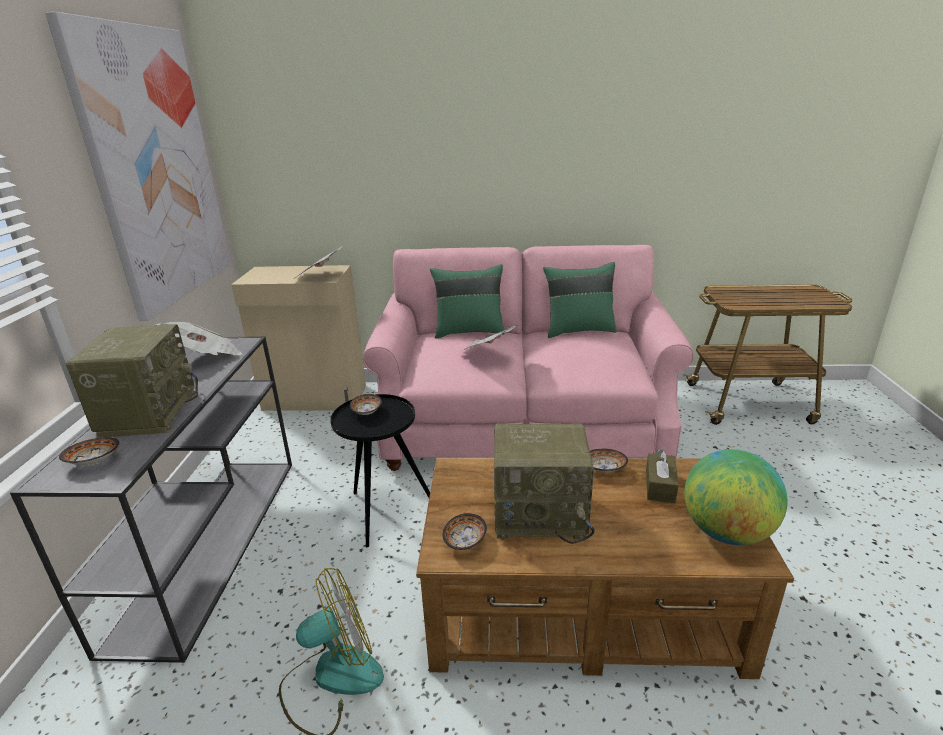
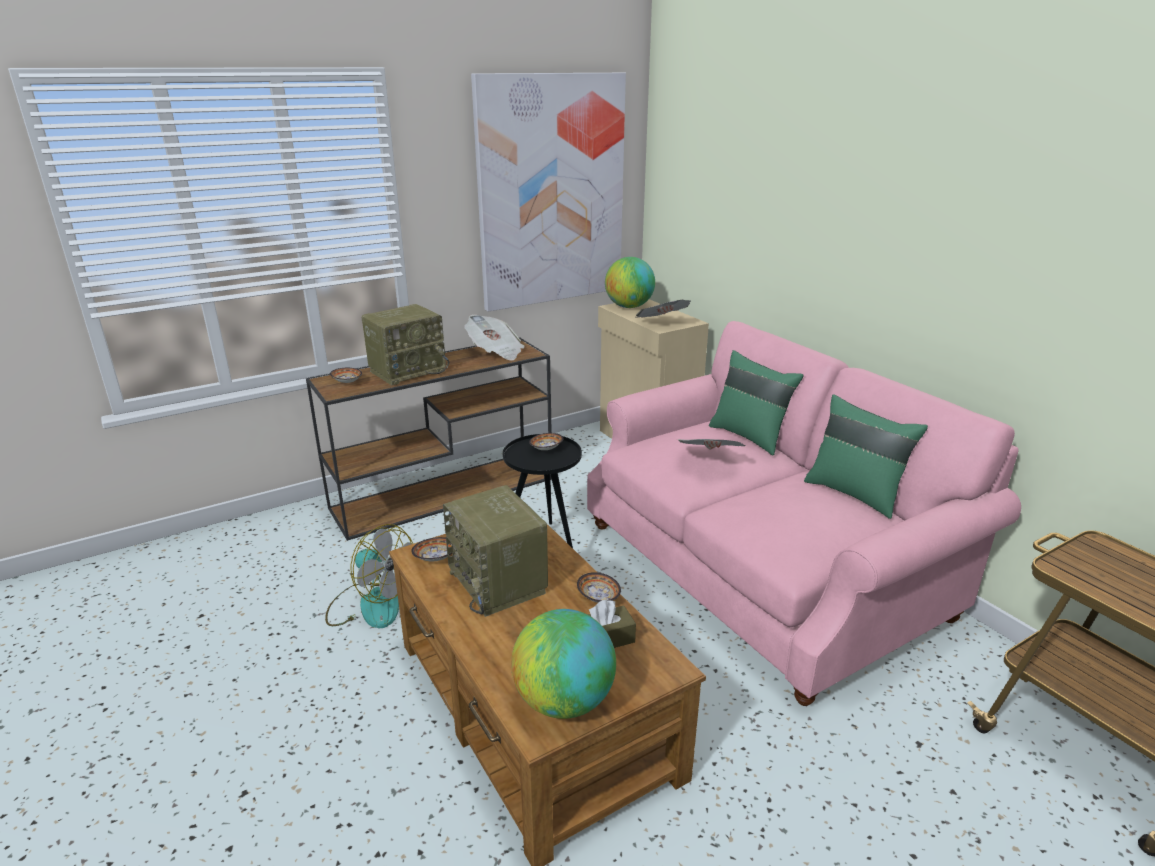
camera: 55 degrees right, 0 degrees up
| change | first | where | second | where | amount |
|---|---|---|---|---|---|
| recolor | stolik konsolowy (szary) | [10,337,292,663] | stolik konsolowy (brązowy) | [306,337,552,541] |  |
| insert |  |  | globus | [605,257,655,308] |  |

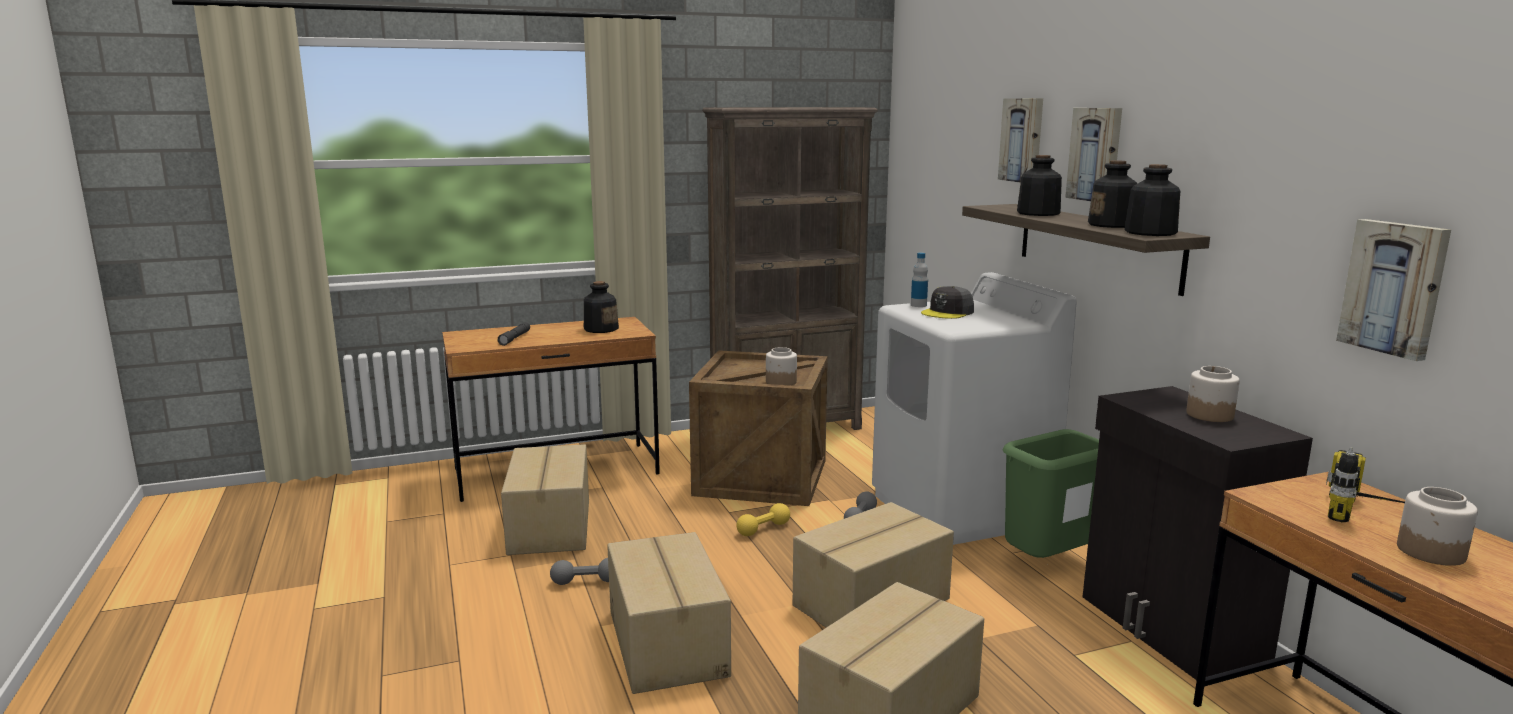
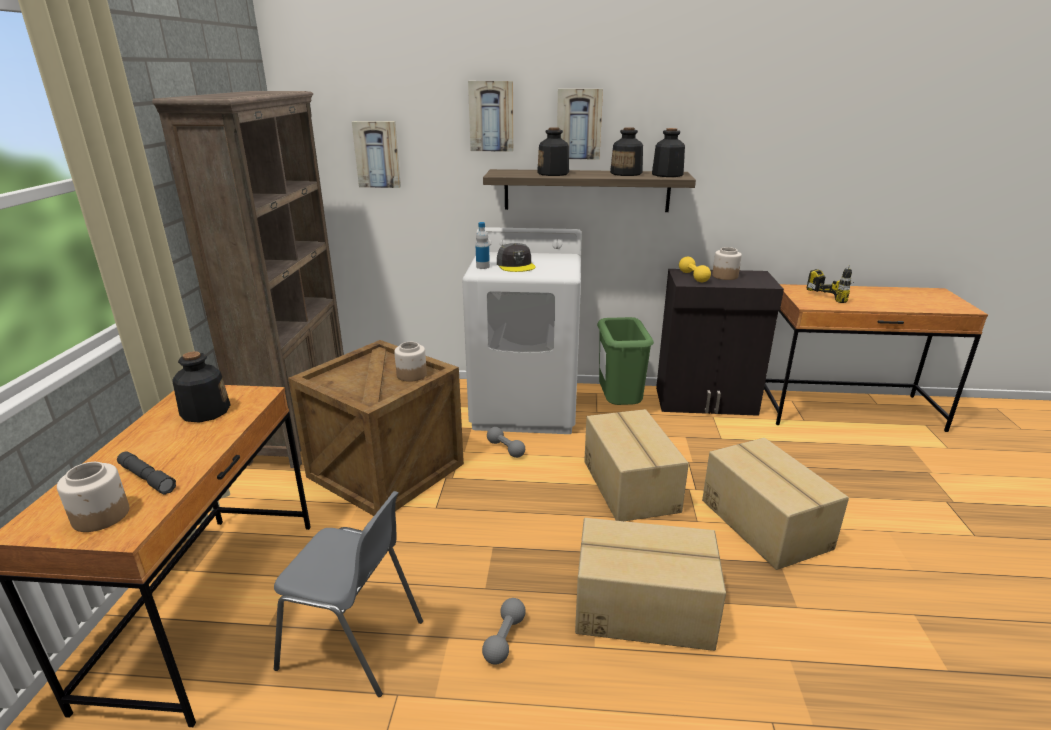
camera: 65 degrees left, 10 degrees up
| change | first | where | second | where | amount |
|---|---|---|---|---|---|
| move | słoik | [1397,487,1478,566] |  | [57,462,129,532] |  |
| replace | karton | [501,444,589,555] | krzesło (szary) | [274,491,423,697] |  |
| move | obraz | [1336,219,1451,361] |  | [352,121,401,188] |  |
| move | hantel (żółty) | [736,503,790,536] |  | [679,257,711,282] |  |

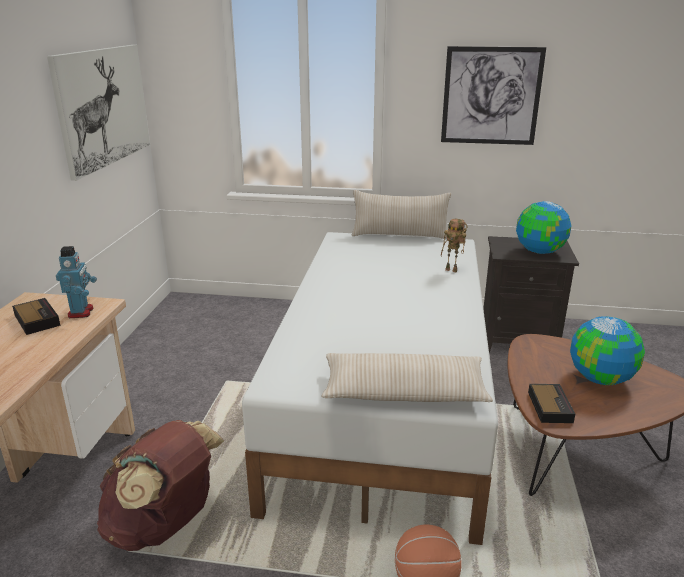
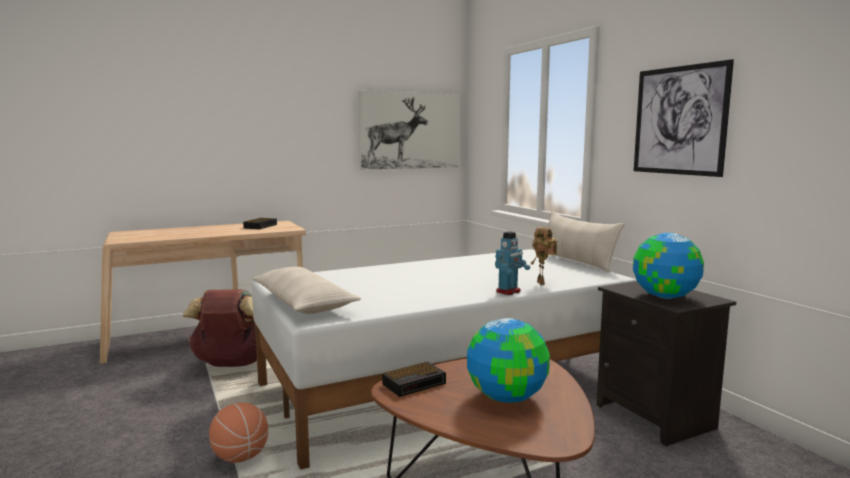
camera: 55 degrees right, 15 degrees down
| change | first | where | second | where | amount |
|---|---|---|---|---|---|
| move | robot zabawkowy | [56,246,97,318] |  | [495,231,530,295] |  |

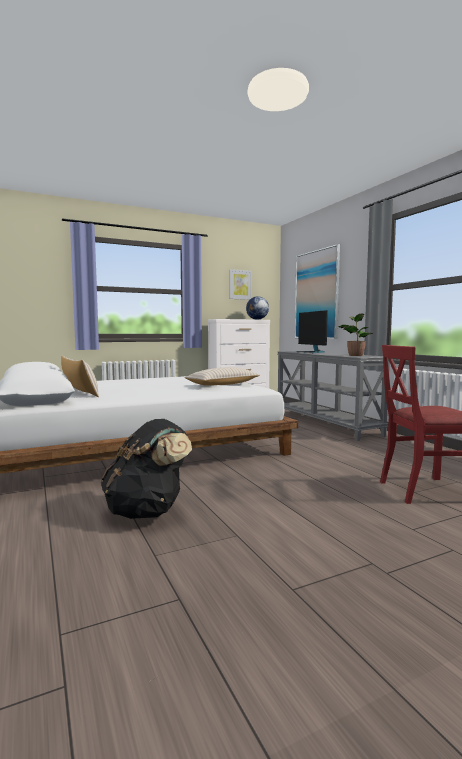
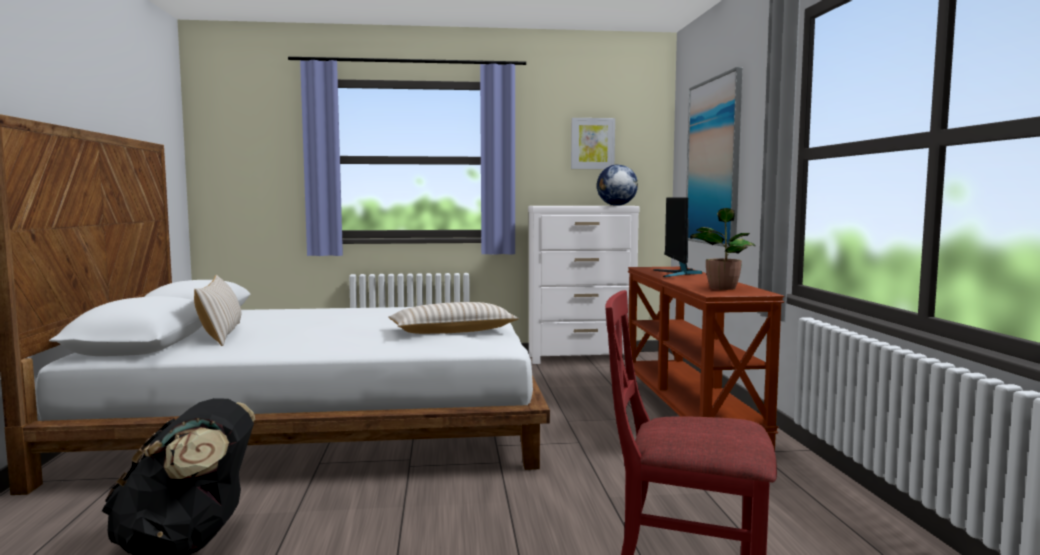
camera: 20 degrees right, 0 degrees up
| change | first | where | second | where | amount |
|---|---|---|---|---|---|
| recolor | stolik konsolowy (szary) | [278,351,390,441] | stolik konsolowy (brązowy) | [628,267,785,450] |  |

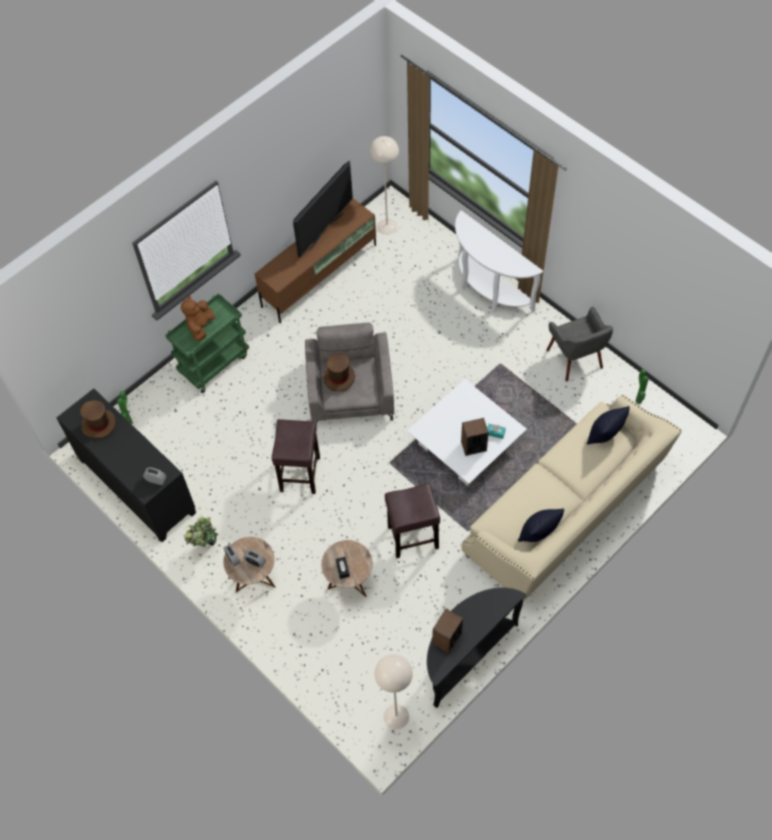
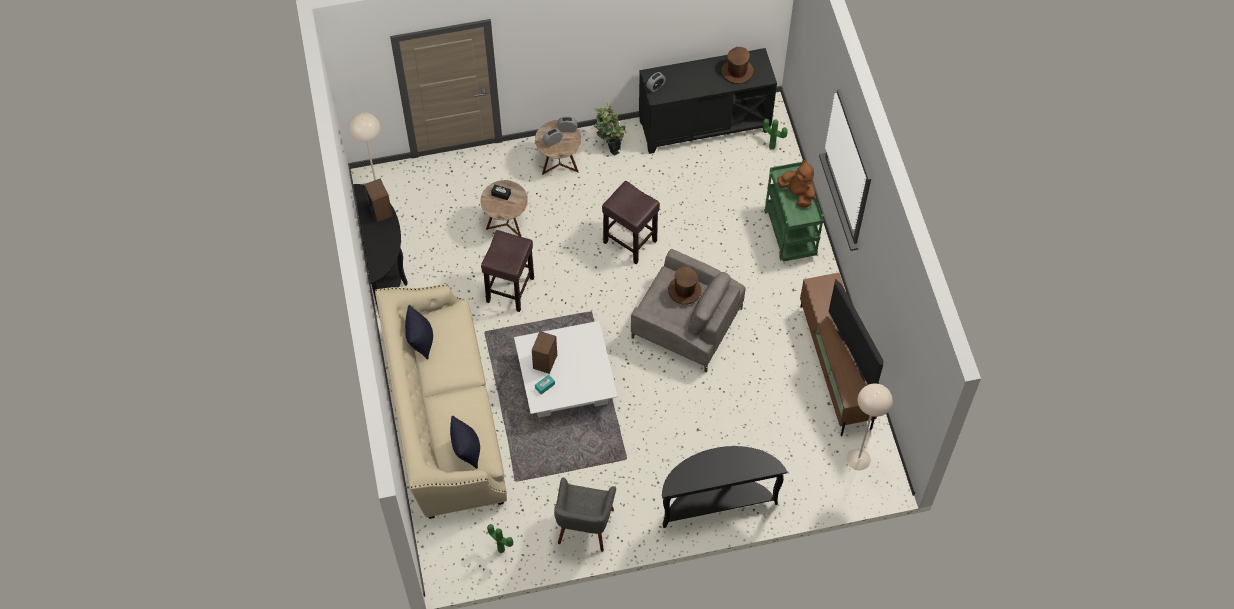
camera: 120 degrees right, 0 degrees up
| change | first | where | second | where | amount |
|---|---|---|---|---|---|
| rotate | fotel (szary) | [546,307,613,382] |  | [554,477,616,552] | 90 degrees counterclockwise |
| recolor | stolik konsolowy (biały) | [455,210,543,313] | stolik konsolowy (czarny) | [662,446,787,528] |  |

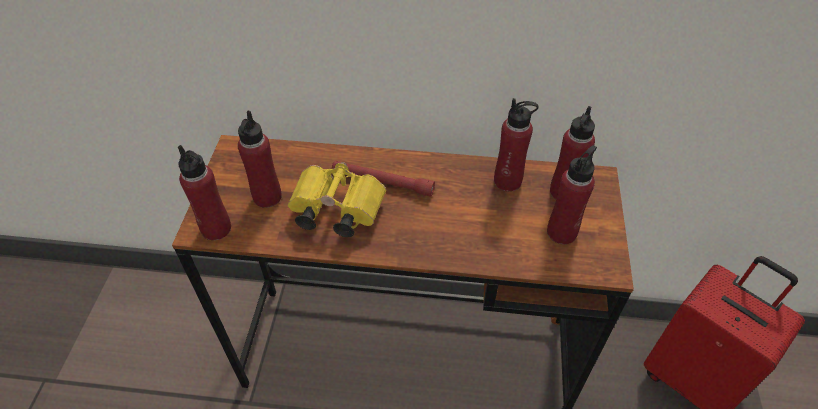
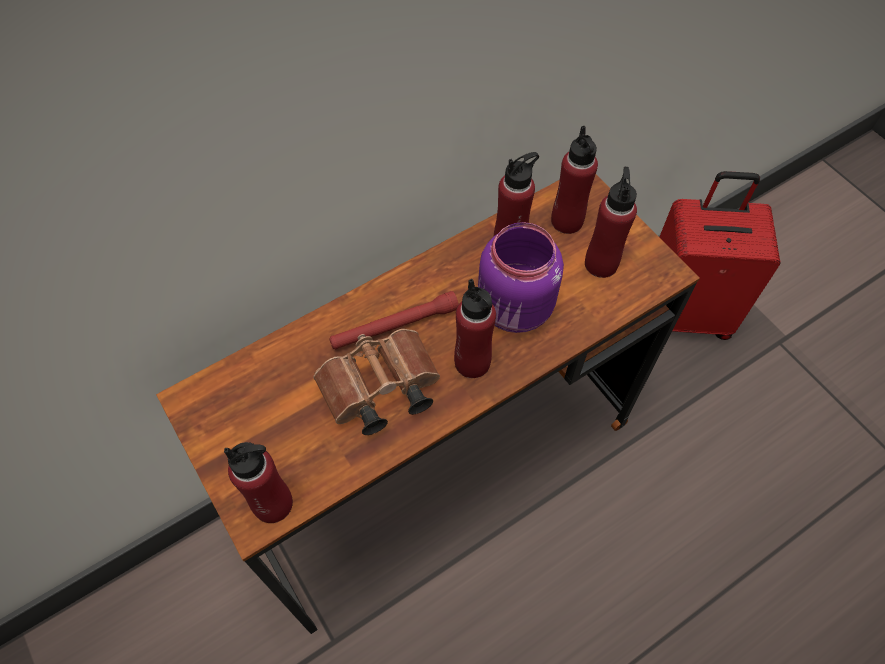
camera: 40 degrees left, 10 degrees up
| change | first | where | second | where | amount |
|---|---|---|---|---|---|
| recolor | lornetka (żółty) | [288,162,386,237] | lornetka (brązowy) | [314,329,440,435] |  |
| move | butelka (czerwony) | [238,111,282,208] |  | [454,279,496,378] |  |
| insert |  |  | słoik (fioletowy) | [478,222,564,333] |  |

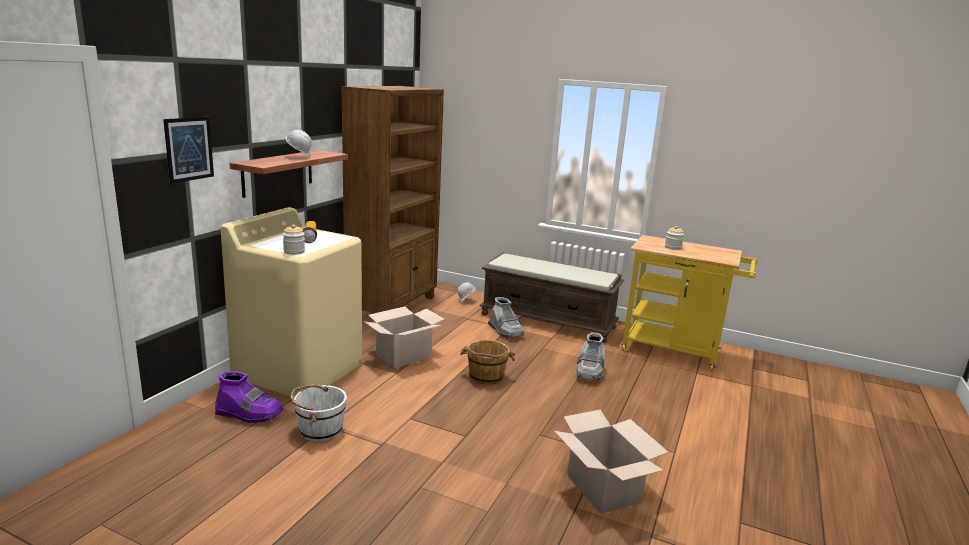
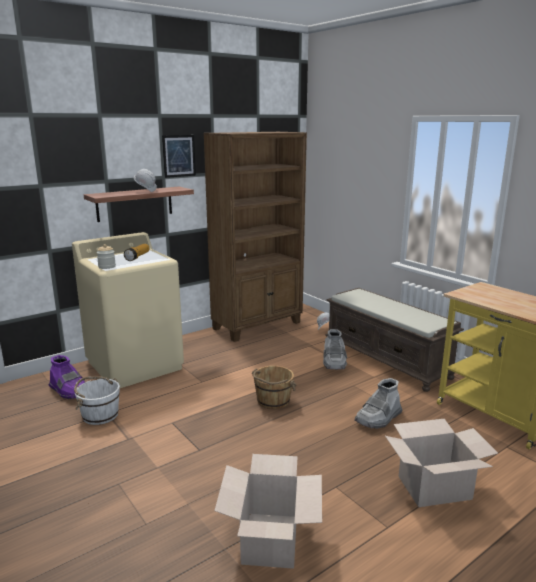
camera: 30 degrees right, 0 degrees up
| change | first | where | second | where | amount |
|---|---|---|---|---|---|
| move | obraz | [163,117,214,183] |  | [162,135,196,178] |  |
| move | karton | [363,306,444,368] |  | [385,419,498,507] |  |
| delete | słoik | [665,226,684,250] |  |  |  |

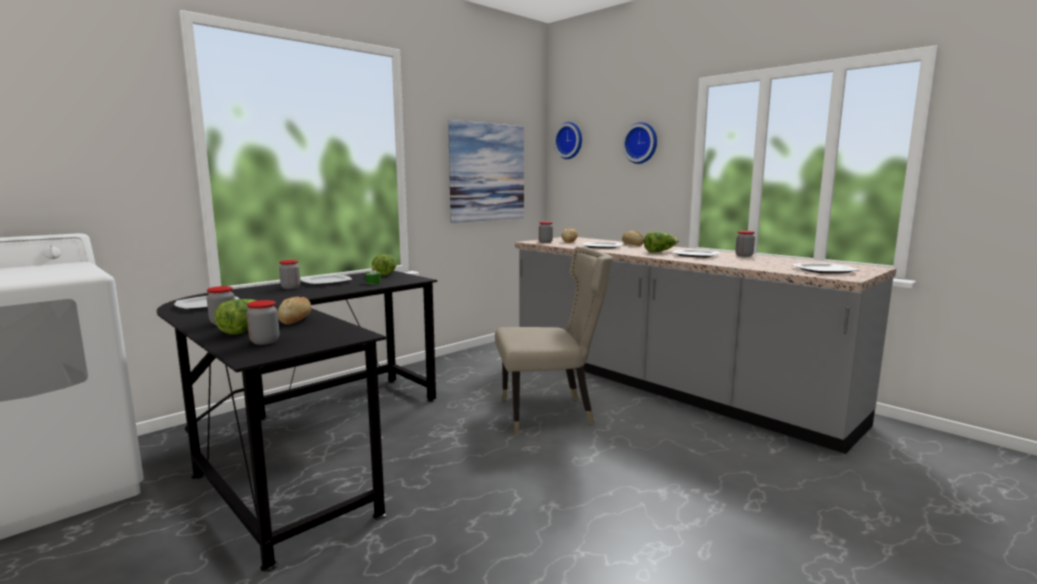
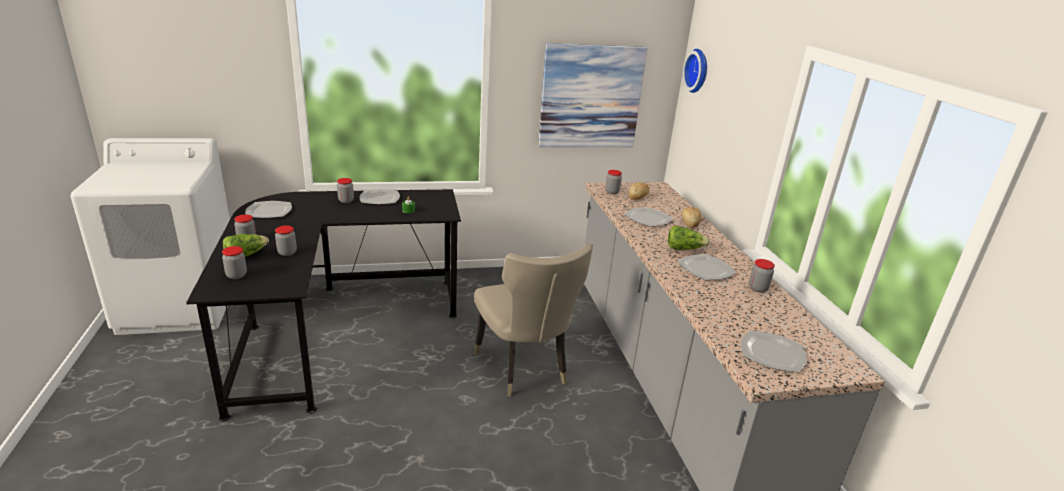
camera: 30 degrees right, 15 degrees up
| change | first | where | second | where | amount |
|---|---|---|---|---|---|
| replace | chleb | [278,297,312,325] | słoik | [275,225,297,256] |  |
| rotate | krzesło (beżowy) | [495,247,613,435] |  | [474,243,593,397] | 45 degrees clockwise |
| delete | sałata | [372,254,397,276] |  |  |  |
| delete | zegar ścienny | [622,122,657,164] |  |  |  |

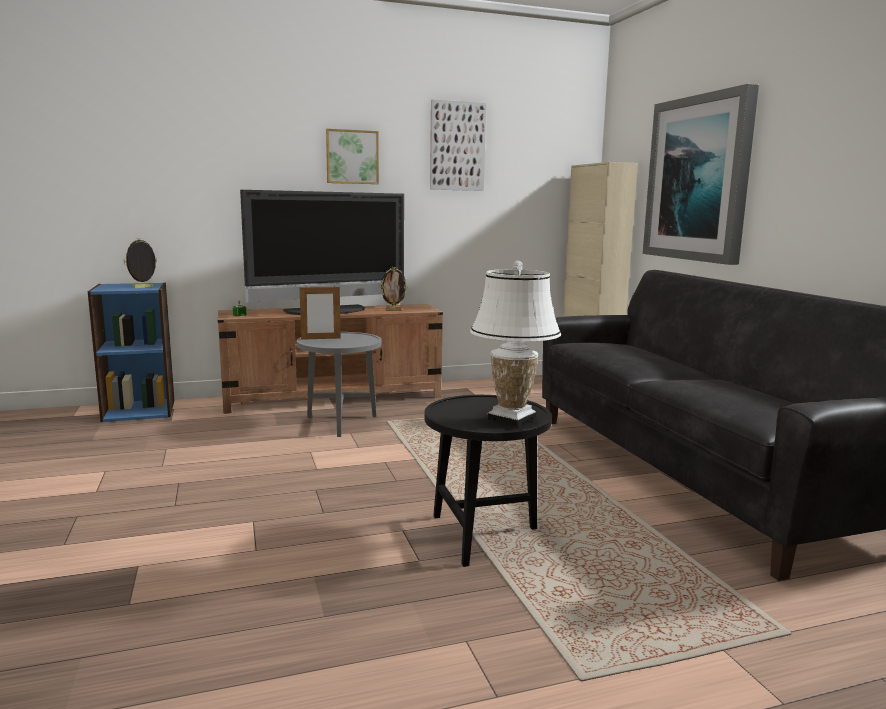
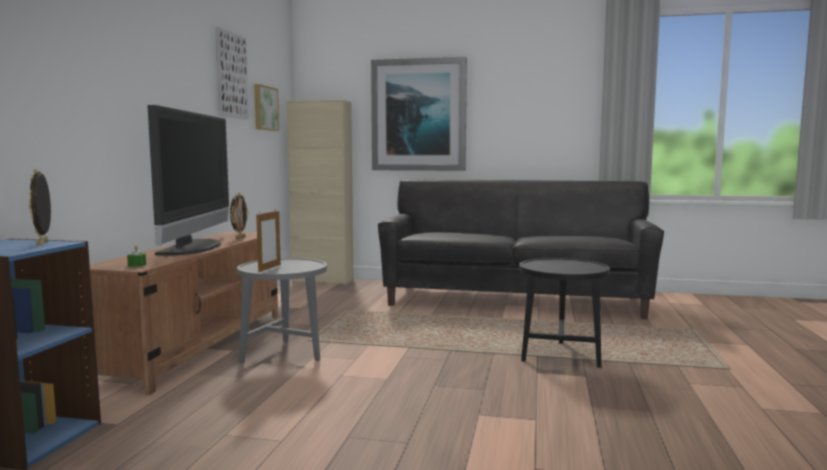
camera: 60 degrees left, 5 degrees down
| change | first | where | second | where | amount |
|---|---|---|---|---|---|
| move | obraz | [326,129,379,184] |  | [254,84,279,131] |  |
| delete | lampa stołowa (biały) | [470,261,561,427] |  |  |  |

